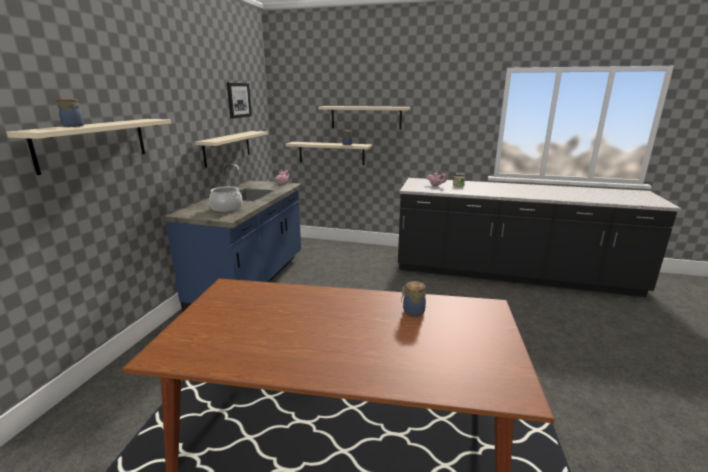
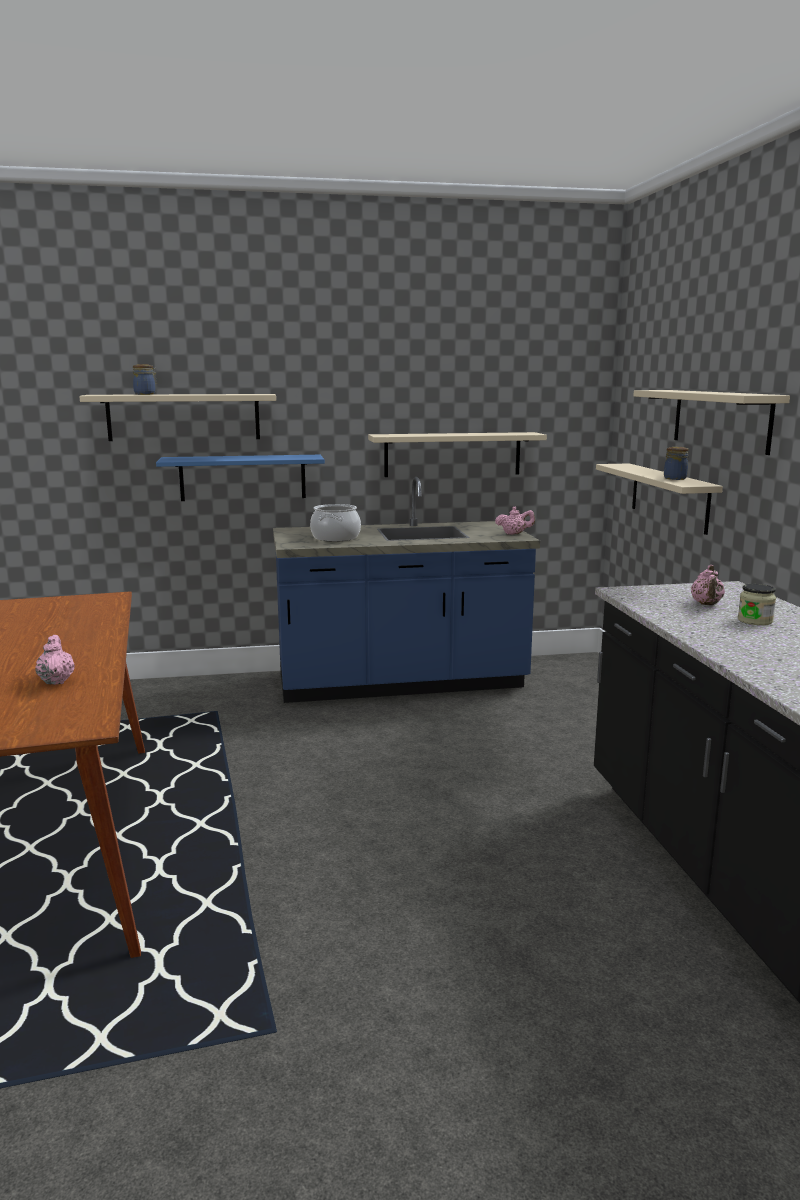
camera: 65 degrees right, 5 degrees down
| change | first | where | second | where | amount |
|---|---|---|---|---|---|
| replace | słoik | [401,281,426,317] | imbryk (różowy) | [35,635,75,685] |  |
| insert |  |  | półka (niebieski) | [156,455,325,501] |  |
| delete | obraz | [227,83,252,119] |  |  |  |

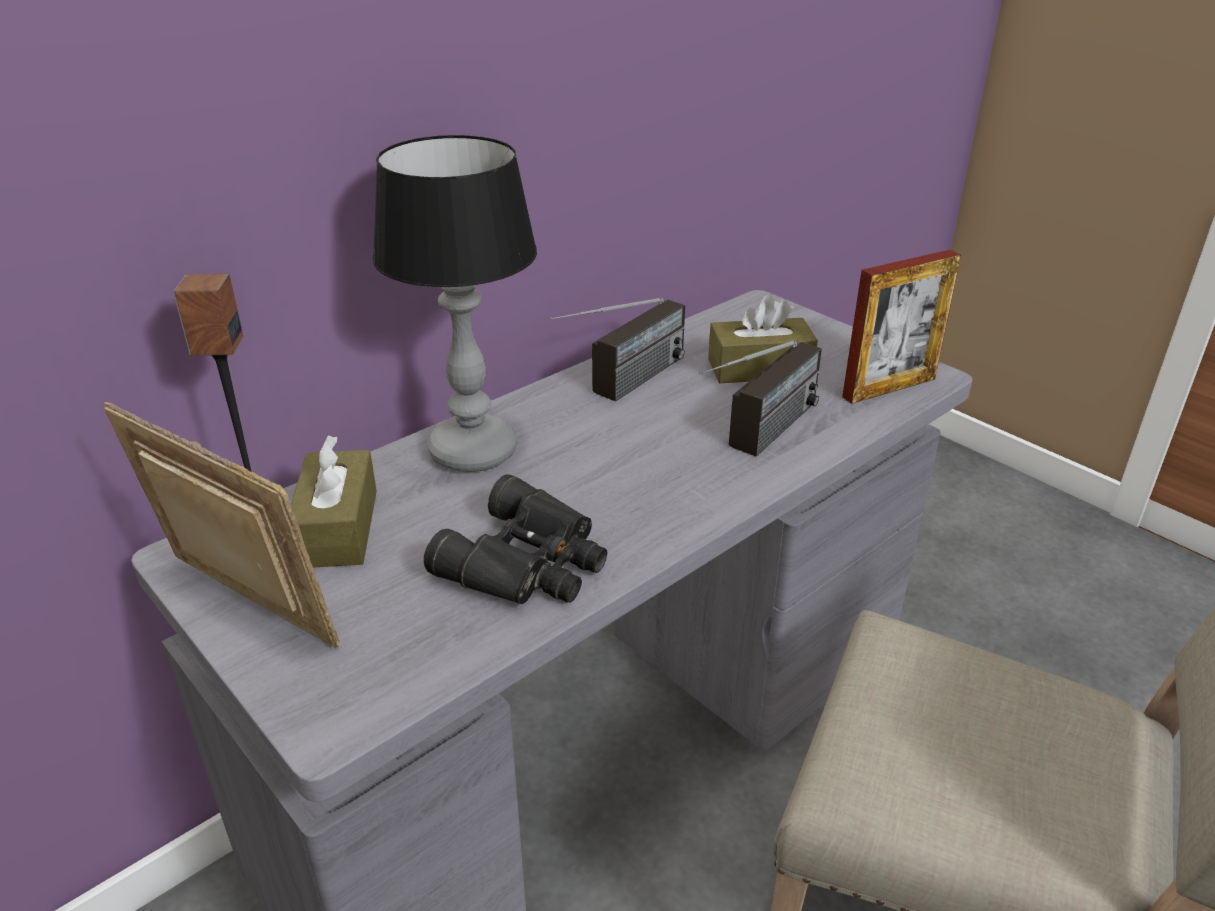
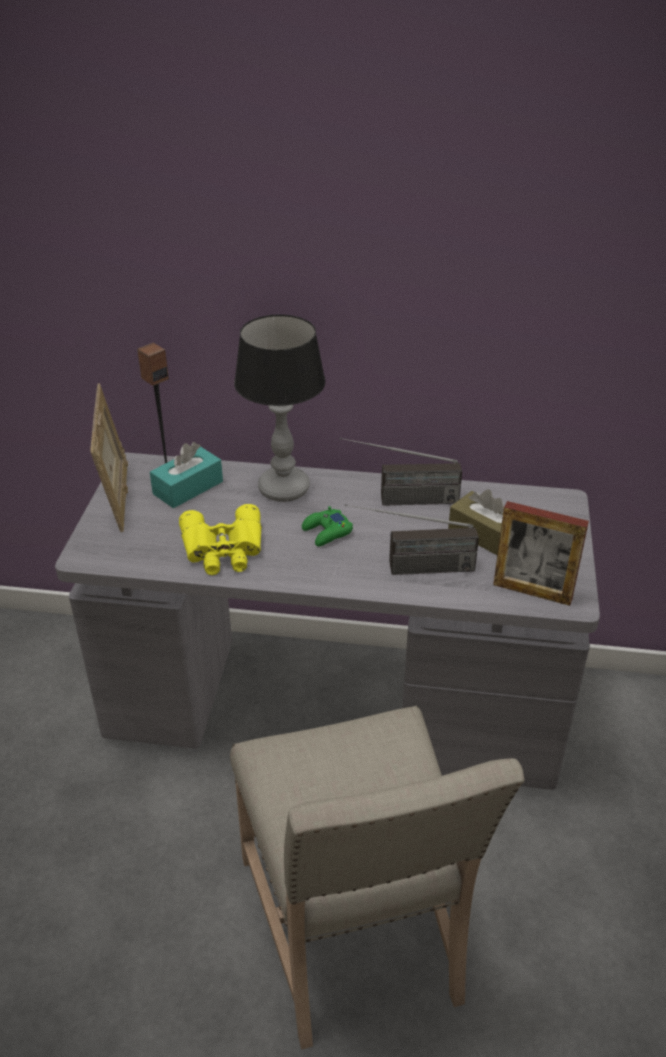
camera: 50 degrees right, 5 degrees up
| change | first | where | second | where | amount |
|---|---|---|---|---|---|
| recolor | pudełko chusteczek (brązowy) | [291,435,377,567] | pudełko chusteczek (turkusowy) | [150,442,223,508] |  |
| recolor | lornetka (czarny) | [424,474,607,604] | lornetka (żółty) | [179,504,262,575] |  |
| insert |  |  | pad do gier (zielony) | [302,506,353,546] |  |

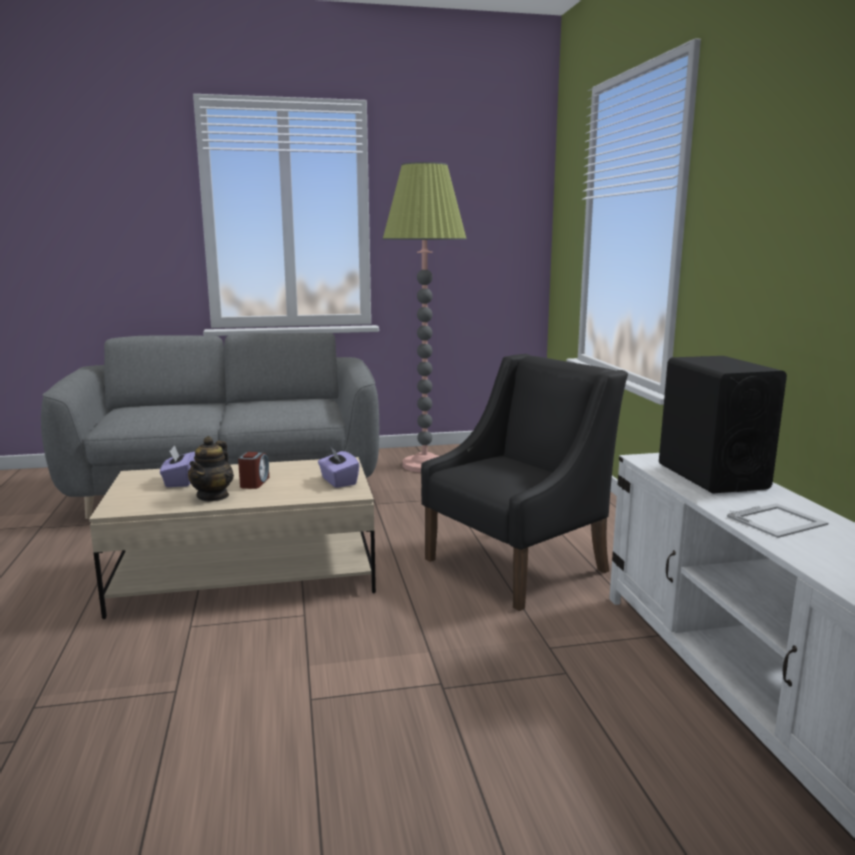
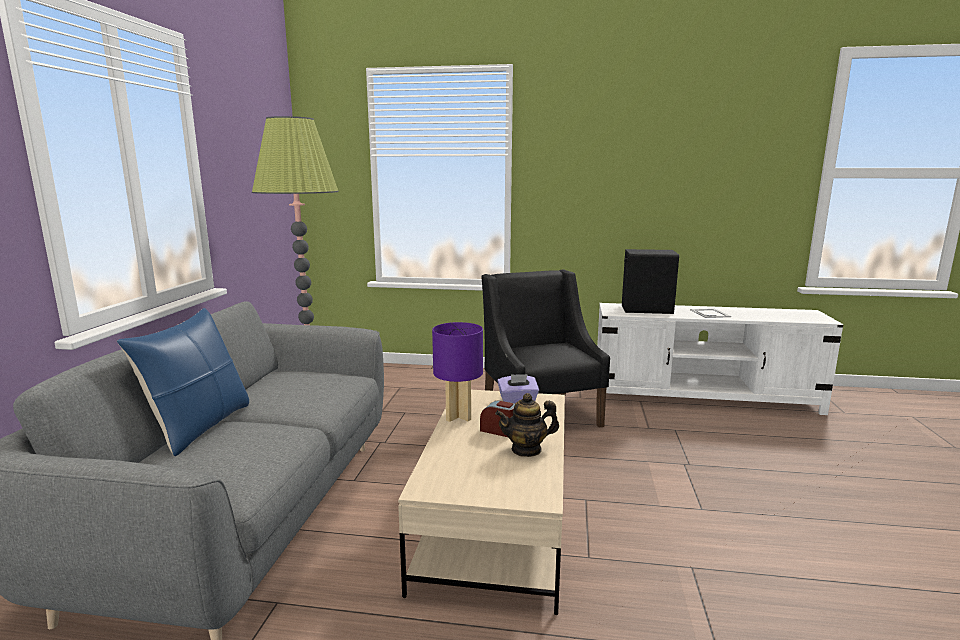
camera: 70 degrees left, 0 degrees up
| change | first | where | second | where | amount |
|---|---|---|---|---|---|
| insert |  |  | poduszka (niebieski) | [117,308,249,456] |  |
| insert |  |  | lampa stołowa (fioletowy) | [432,322,483,422] |  |
| rotate | imbryk | [188,436,234,502] |  | [495,393,559,457] | 135 degrees clockwise |
| delete | pudełko chusteczek (fioletowy) | [160,445,195,487] |  |  |  |

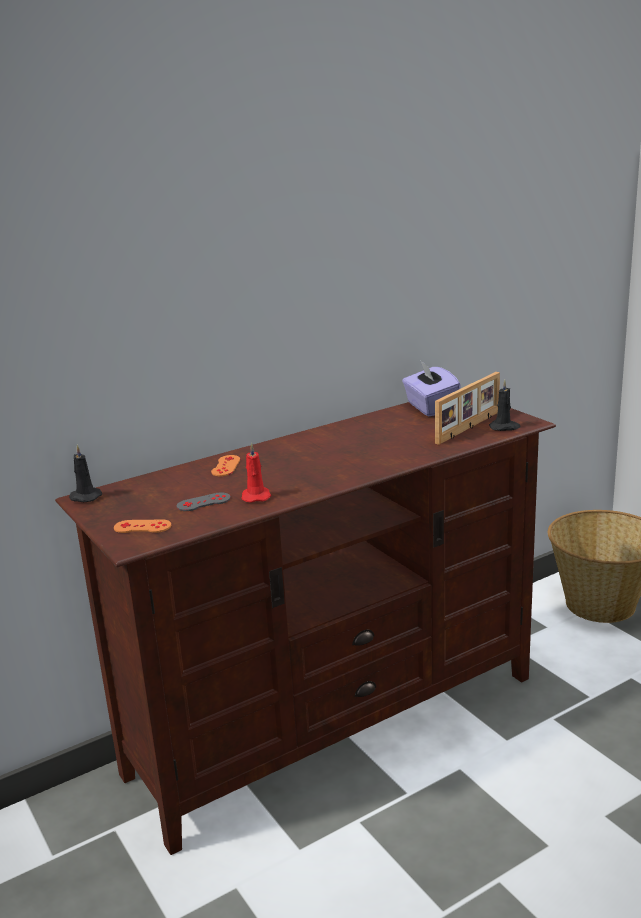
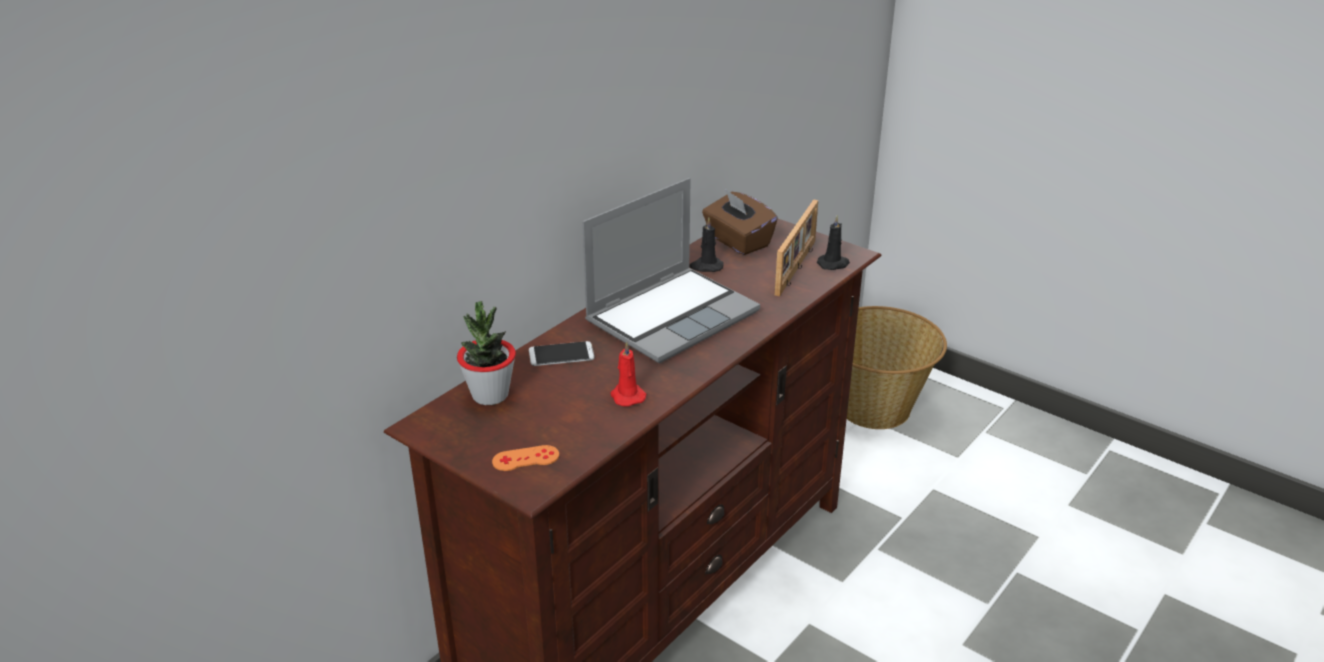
camera: 20 degrees left, 10 degrees up
| change | first | where | second | where | amount |
|---|---|---|---|---|---|
| insert |  |  | roślina doniczkowa | [457,301,516,405] |  |
| replace | pad do gier (pomarańczowy) | [211,455,240,476] | telefon | [529,341,595,366] |  |
| insert |  |  | laptop | [582,178,760,363] |  |
| move | świeca (czarny) | [69,445,102,502] |  | [689,217,724,272] |  |
| recolor | pudełko chusteczek (fioletowy) | [402,360,461,416] | pudełko chusteczek (brązowy) | [702,189,778,255] |  |
| delete | pad do gier (szary) | [177,492,231,511] |  |  |  |

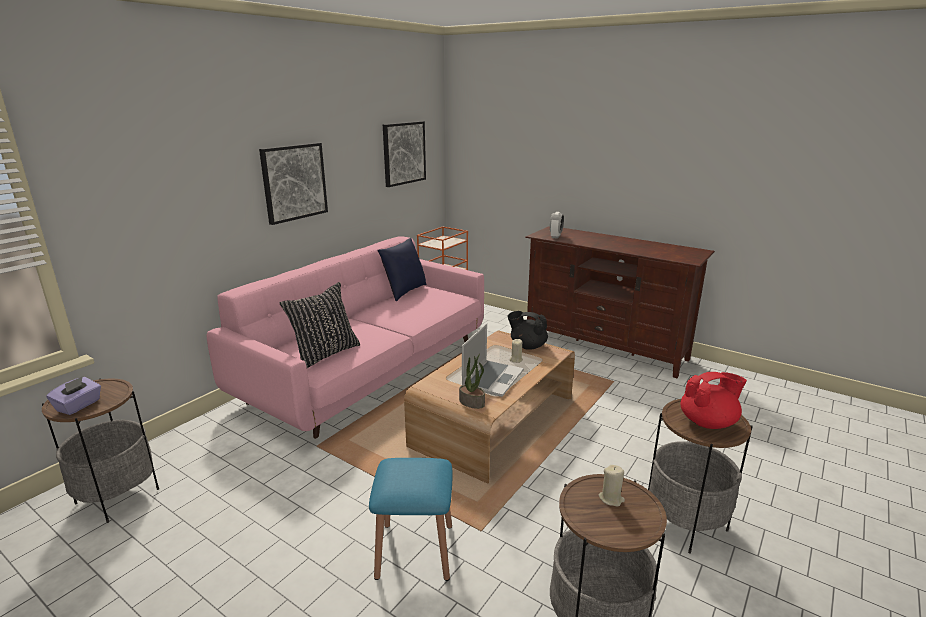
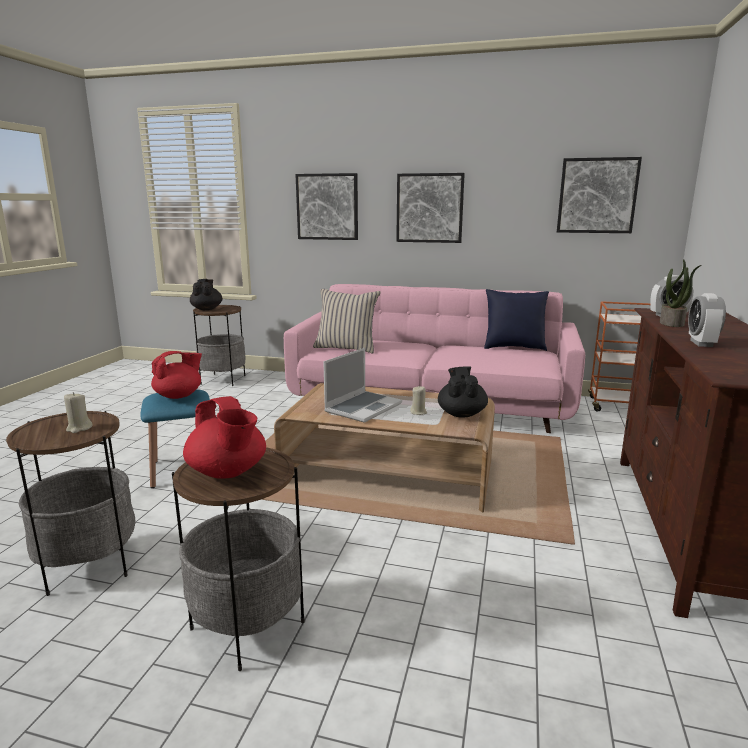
camera: 70 degrees right, 5 degrees down
| change | first | where | second | where | amount |
|---|---|---|---|---|---|
| insert |  |  | imbryk (czerwony) | [151,351,202,399] |  |
| replace | pudełko chusteczek (fioletowy) | [46,376,101,415] | imbryk (czarny) | [190,279,222,310] |  |
| insert |  |  | obraz | [295,173,358,240] |  |
| recolor | poduszka (czarny) | [280,282,360,368] | poduszka (beżowy) | [313,289,380,354] |  |
| rotate | laptop | [461,323,524,397] |  | [323,348,402,423] | 60 degrees counterclockwise |
| move | roślina doniczkowa | [459,354,485,409] |  | [660,259,701,327] |  |
| insert |  |  | budzik | [688,293,726,347] |  |

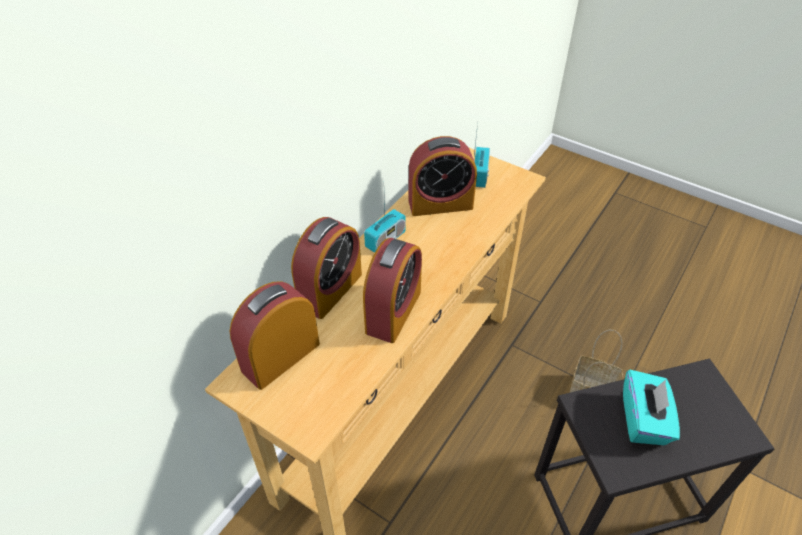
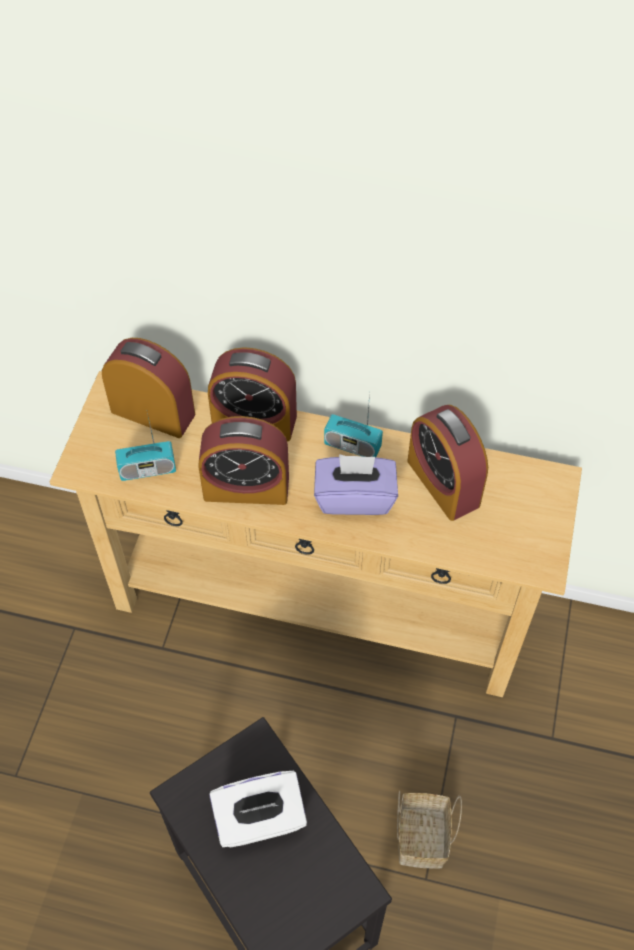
camera: 70 degrees right, 10 degrees up
| change | first | where | second | where | amount |
|---|---|---|---|---|---|
| move | radio | [474,124,490,188] |  | [115,413,176,481] |  |
| recolor | pudełko chusteczek (turkusowy) | [623,370,680,445] | pudełko chusteczek (biały) | [209,771,307,847] |  |
| insert |  |  | pudełko chusteczek (fioletowy) | [314,454,398,515] |  |

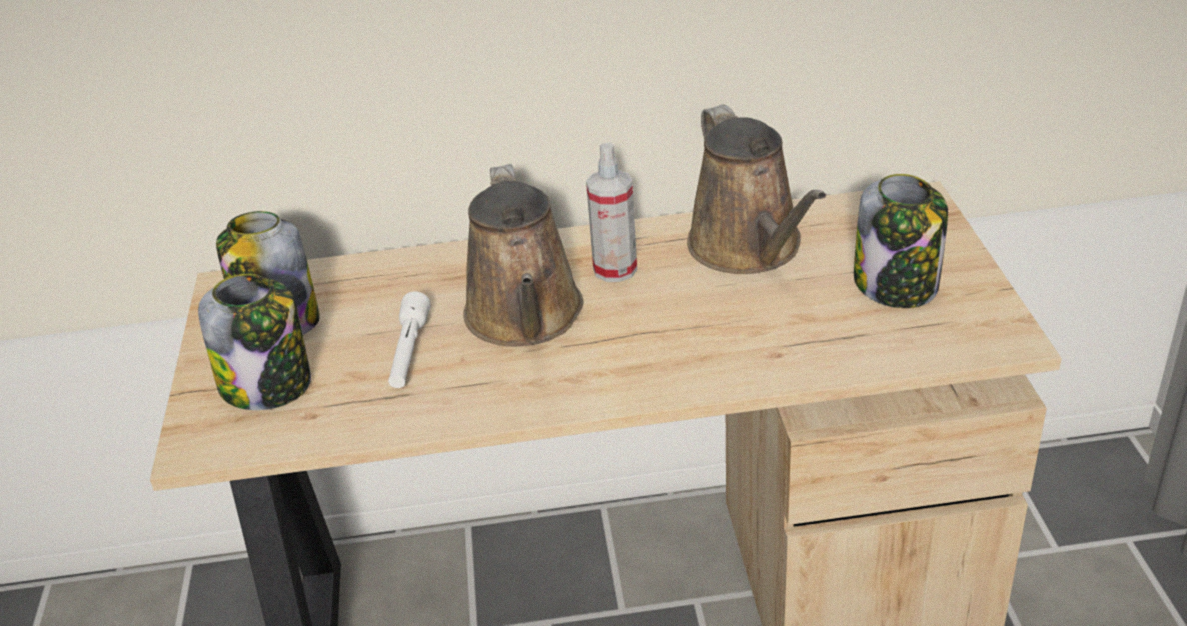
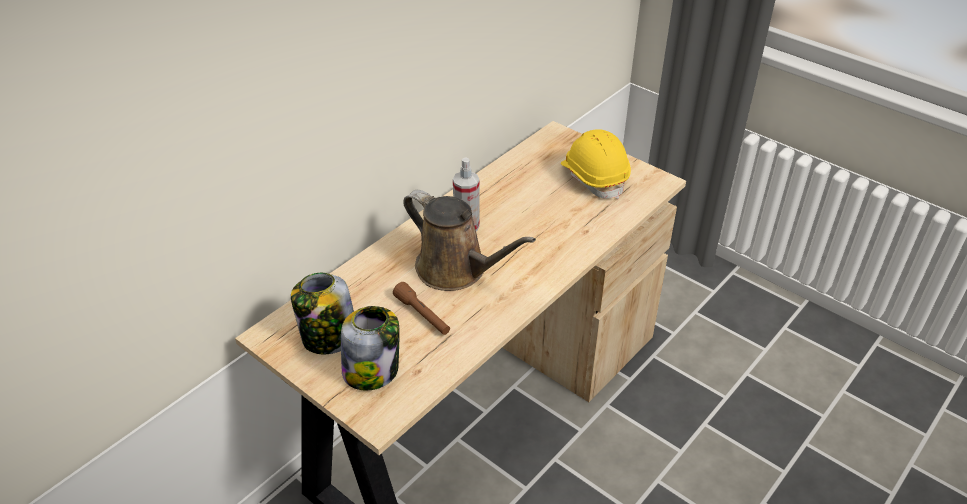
camera: 45 degrees left, 5 degrees up
| change | first | where | second | where | amount |
|---|---|---|---|---|---|
| recolor | latarka (biały) | [388,291,431,388] | latarka (brązowy) | [393,282,450,335] |  |
| replace | słoik | [854,174,948,308] | kask (żółty) | [561,129,631,199] |  |
| delete | konewka (brązowy) | [687,104,826,274] |  |  |  |

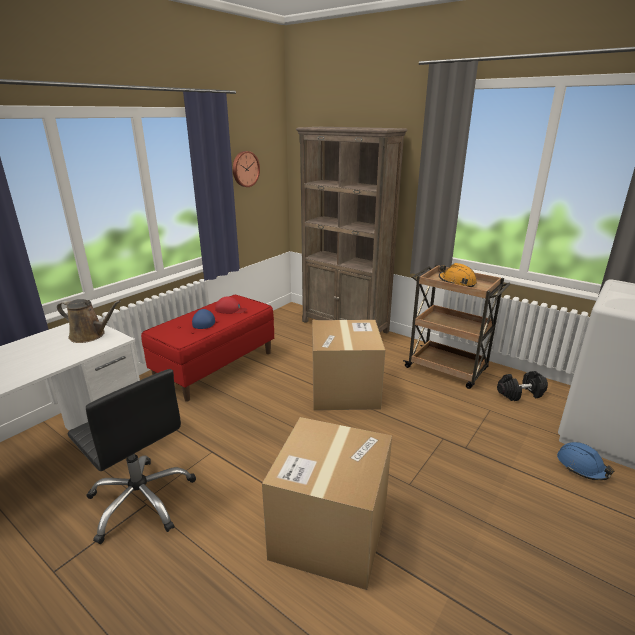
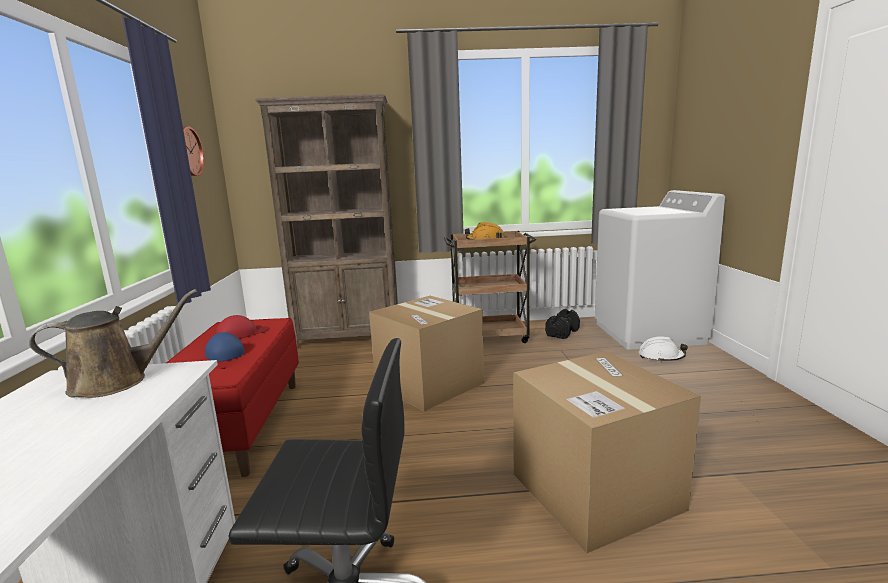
camera: 40 degrees left, 10 degrees down
| change | first | where | second | where | amount |
|---|---|---|---|---|---|
| recolor | kask (niebieski) | [557,442,614,481] | kask (biały) | [639,336,688,362] |  |

